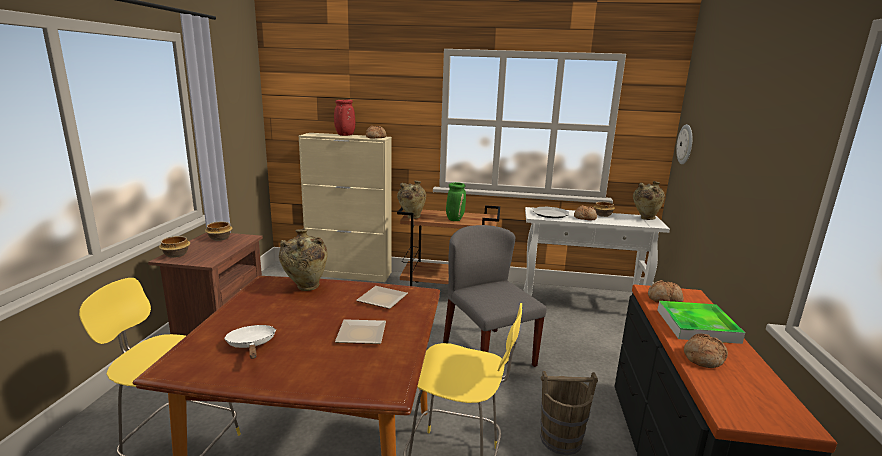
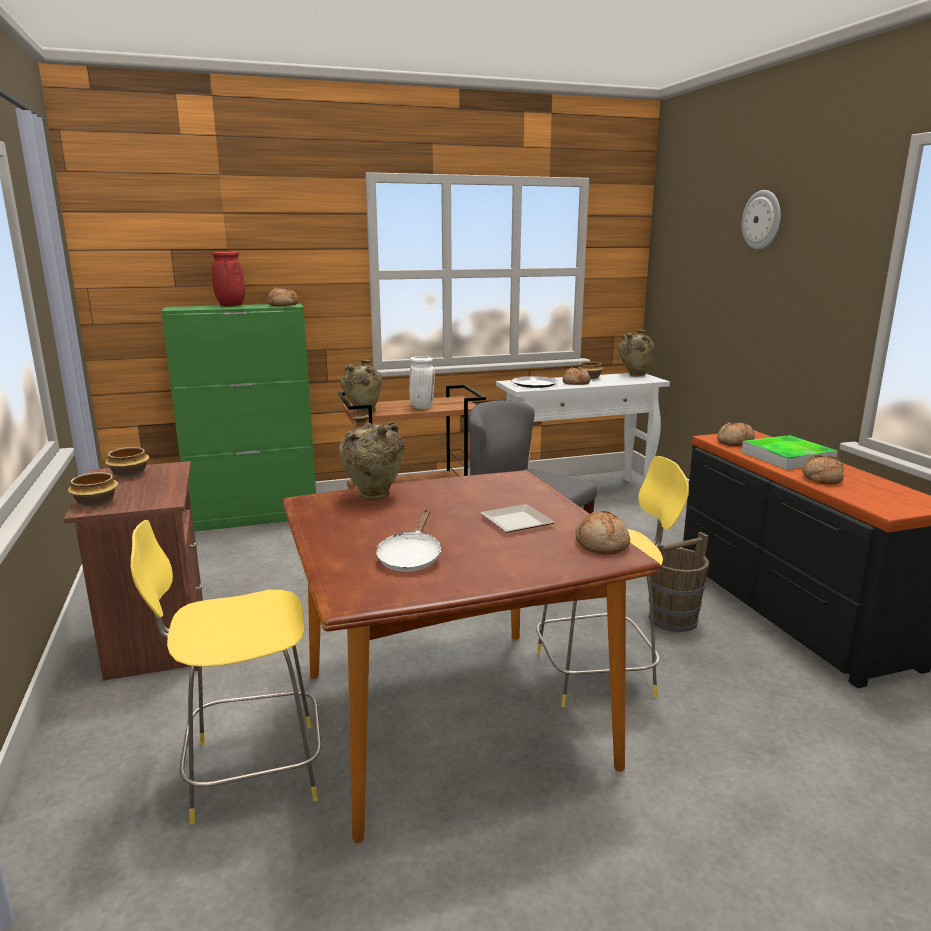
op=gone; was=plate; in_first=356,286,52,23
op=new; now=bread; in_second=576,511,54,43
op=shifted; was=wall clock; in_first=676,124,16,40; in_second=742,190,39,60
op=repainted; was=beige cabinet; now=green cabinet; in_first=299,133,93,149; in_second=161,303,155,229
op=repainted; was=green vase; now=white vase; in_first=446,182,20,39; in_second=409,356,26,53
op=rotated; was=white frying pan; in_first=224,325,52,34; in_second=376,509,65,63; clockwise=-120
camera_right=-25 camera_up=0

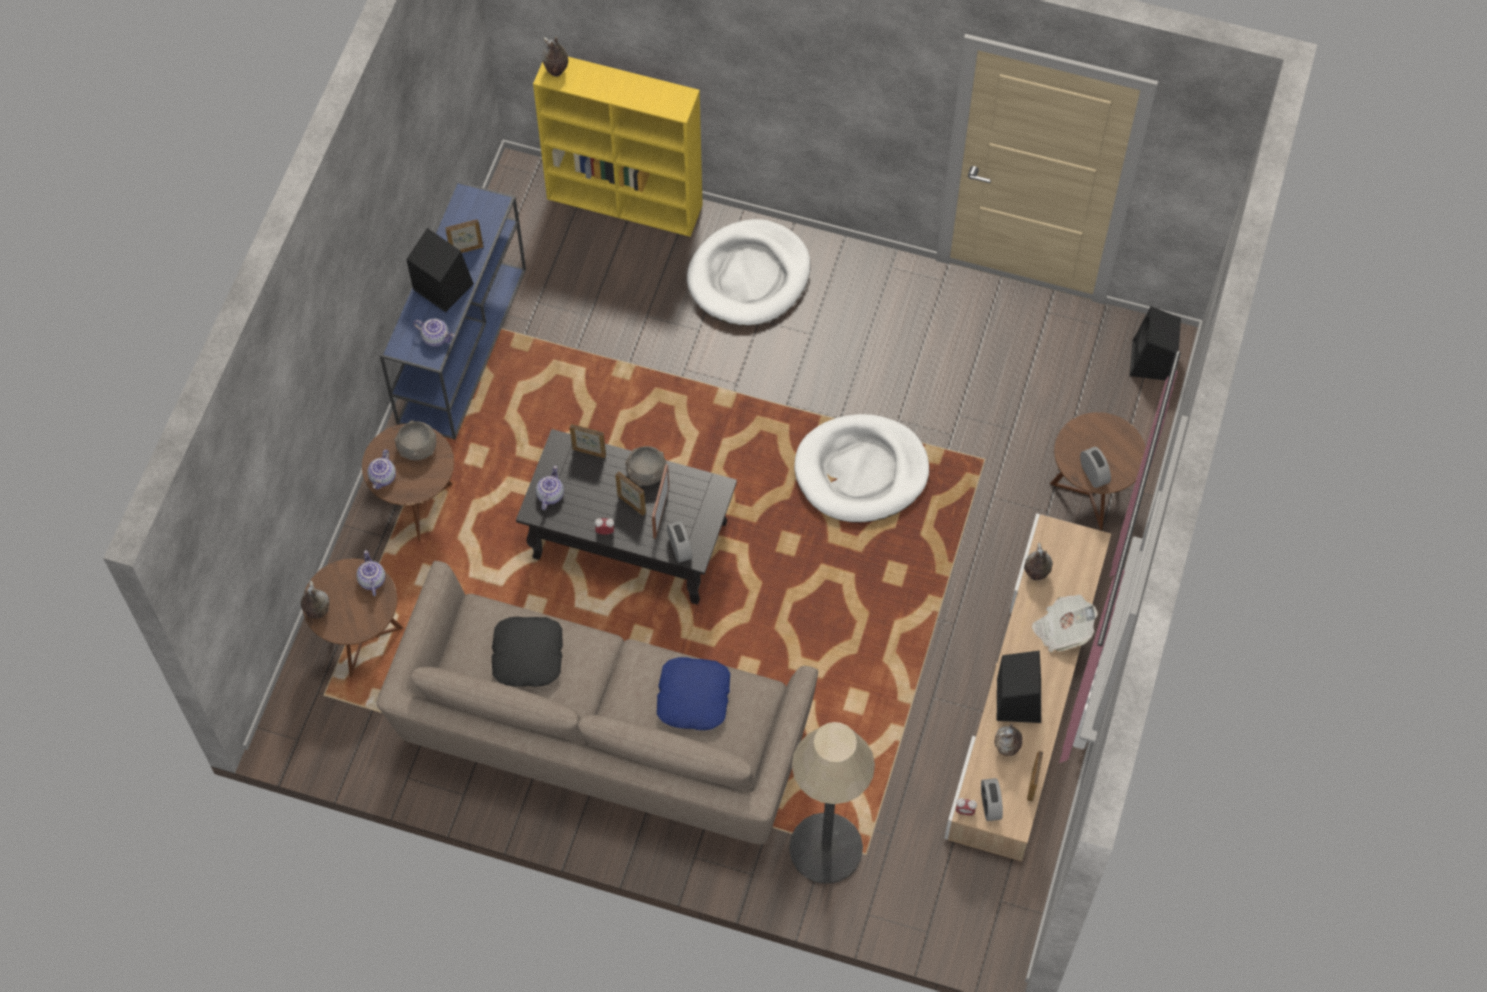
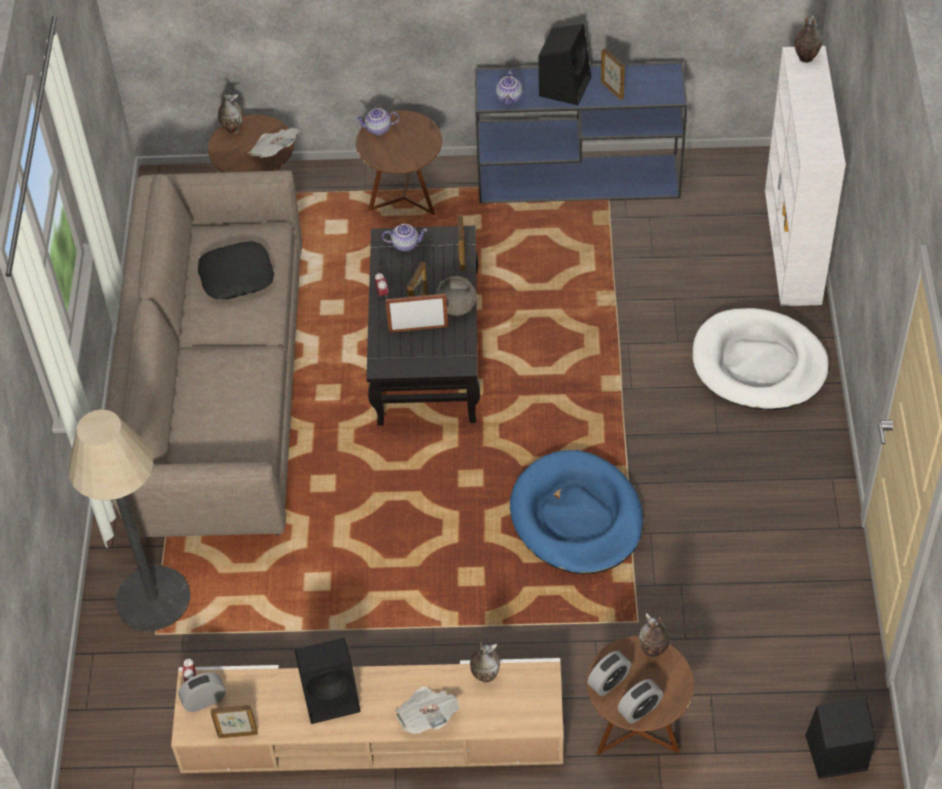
op=gone; was=grey bowl; in_first=395,420,41,40
op=gone; was=blue pillow; in_first=657,657,73,73
op=shifted; was=alarm clock; in_first=667,521,25,42; in_second=618,679,45,45
op=shifted; was=vase; in_first=994,723,28,33; in_second=639,613,31,45
op=swapped; was=teapot; now=newspaper; in_first=356,550,29,46; in_second=248,128,52,29
op=repainted; was=yellow bookcase; now=white bookcase; in_first=533,57,170,180; in_second=765,46,81,260
op=repainted; was=white dog bed; now=blue dog bed; in_first=794,414,135,109; in_second=510,450,133,124
camera_right=75 camera_up=-10

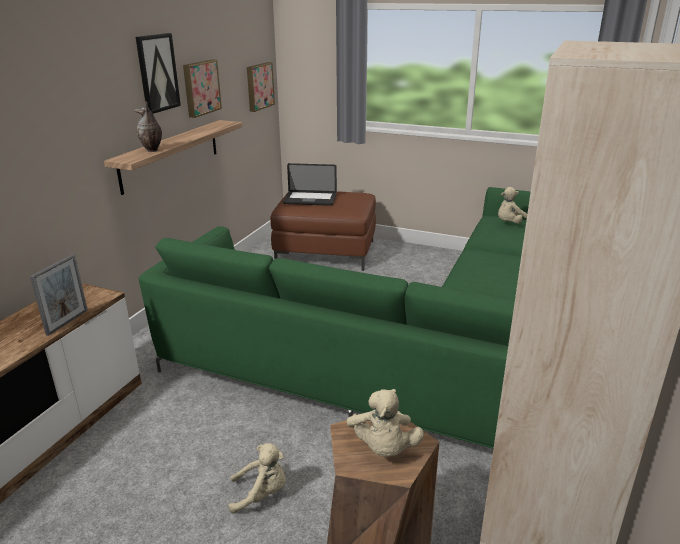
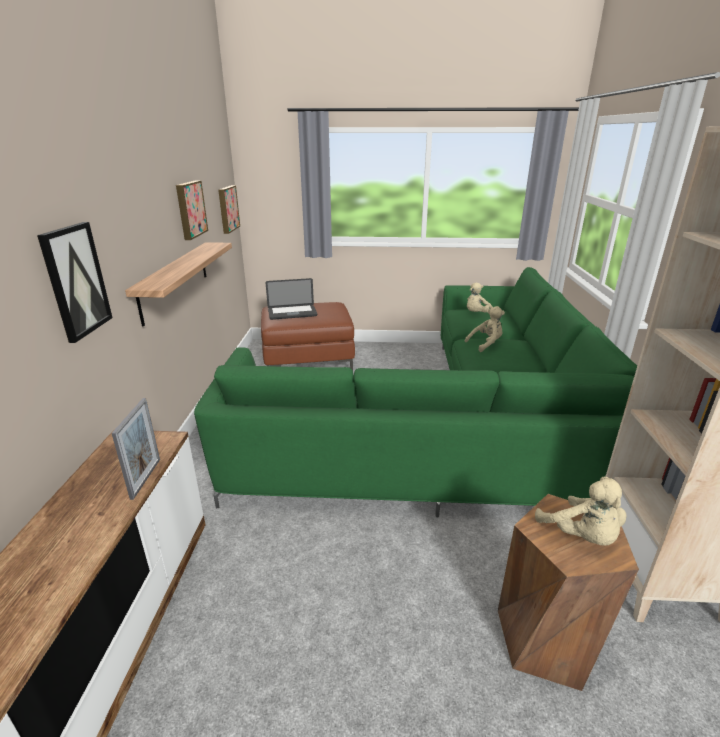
op=gone; was=vase; in_first=134,101,28,51
op=shifted; was=picture; in_first=135,33,46,81; in_second=37,222,76,121
op=shifted; was=beige plush toy; in_first=228,443,58,71; in_second=464,306,41,46
camera_right=-20 camera_up=0

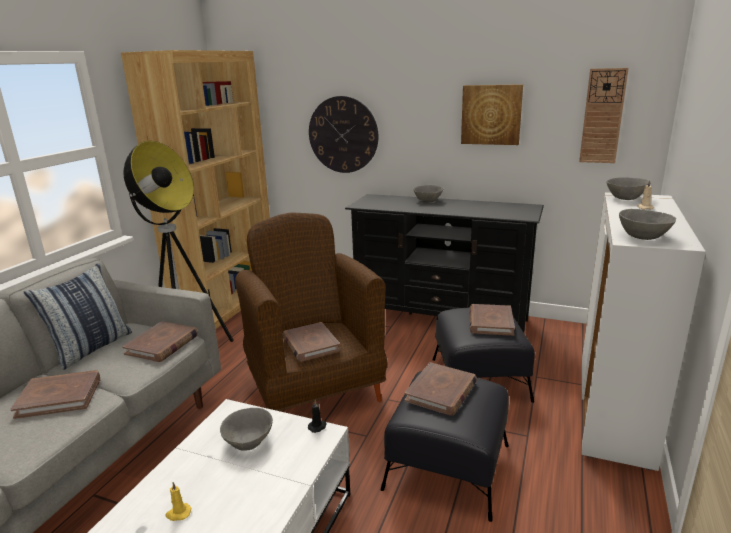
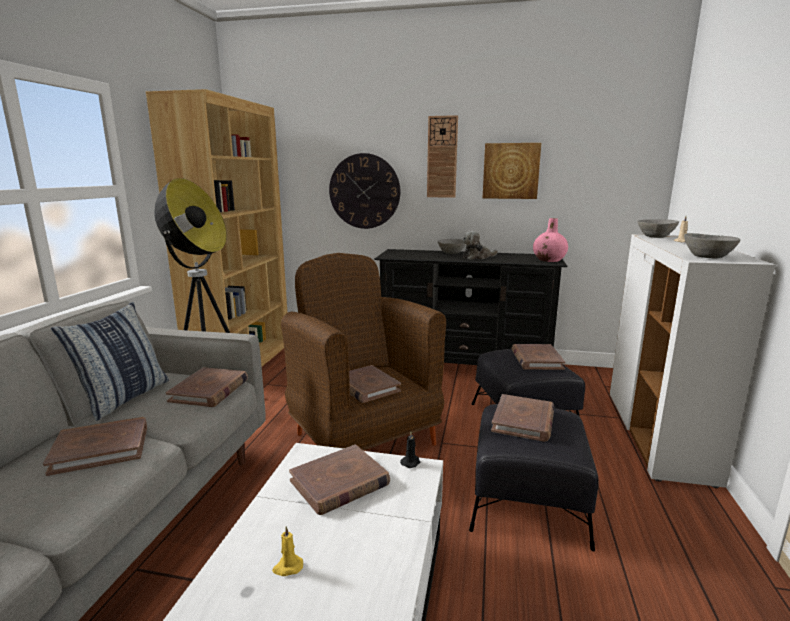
op=new; now=plush toy; in_second=463,231,35,29
op=new; now=pink vase; in_second=533,218,35,44
op=shifted; was=wall clock; in_first=579,68,50,95; in_second=427,115,31,83
op=swapped; was=grey bowl; now=brown book; in_first=220,408,53,43; in_second=289,445,101,70
camera_right=-10 camera_up=-5

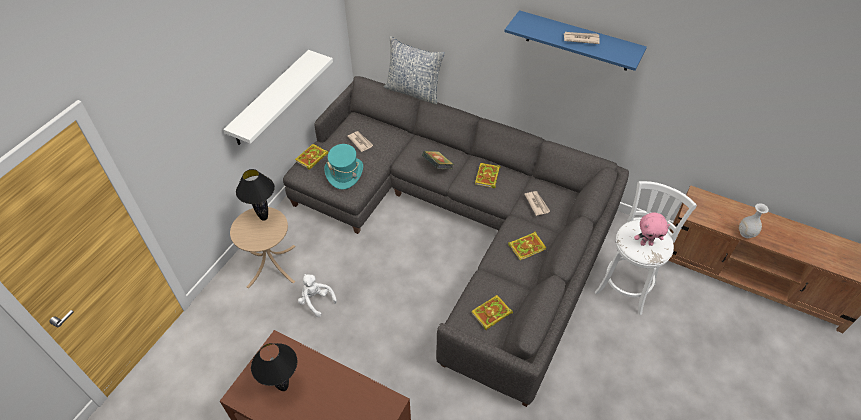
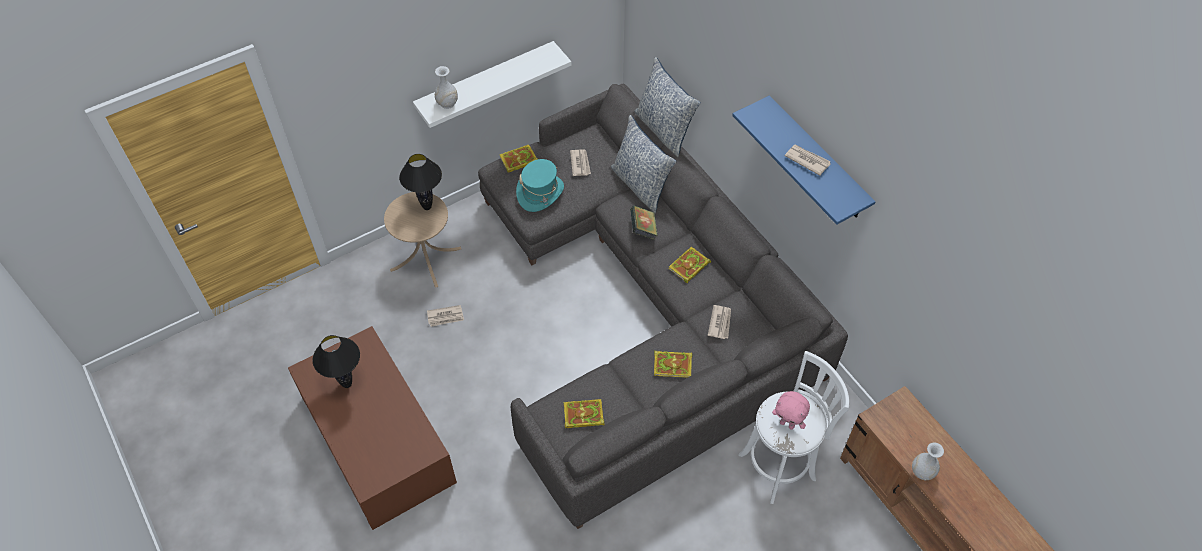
op=new; now=white vase; in_second=435,66,23,43
op=new; now=pillow; in_second=611,115,66,98
op=swapped; was=white plush toy; now=newspaper; in_first=298,274,39,43; in_second=427,305,37,22
camera_right=30 camera_up=5

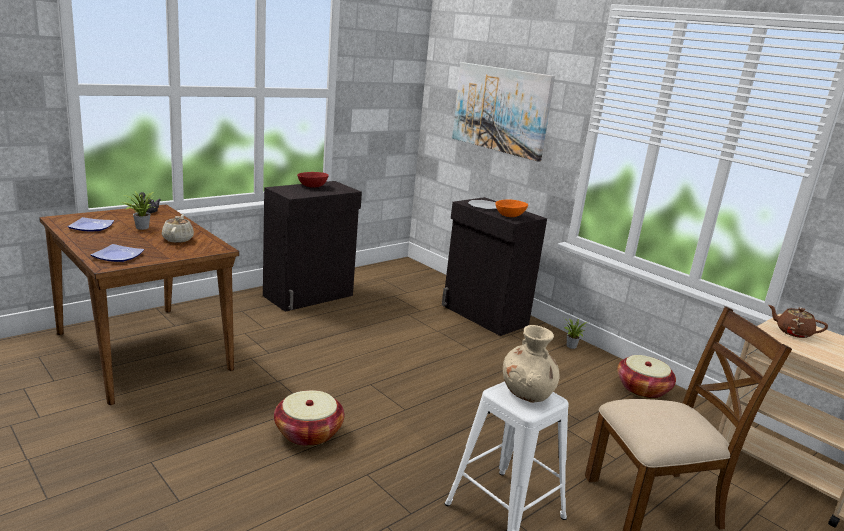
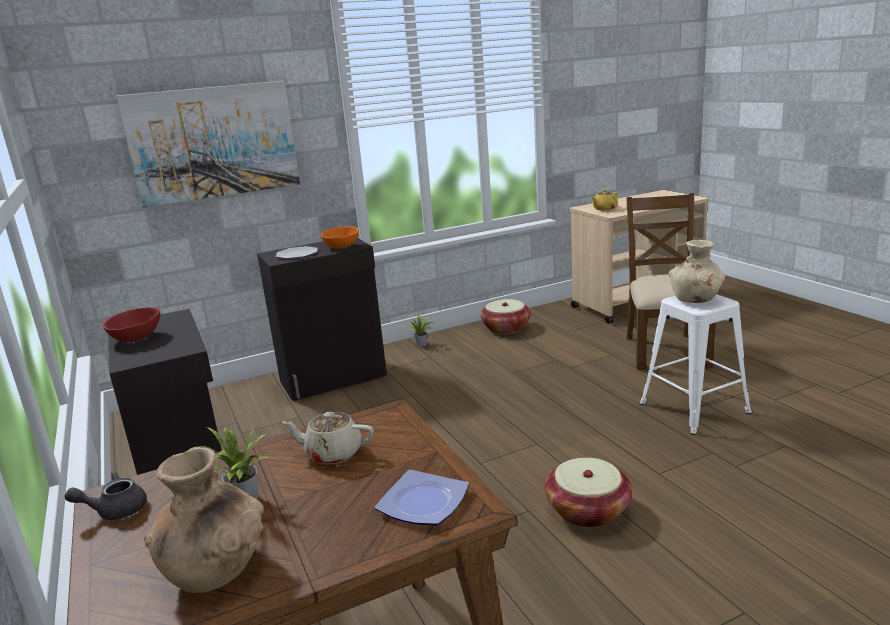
op=swapped; was=plate; now=brown vase; in_first=67,217,47,14; in_second=144,447,120,146
op=repainted; was=brown teapot; now=yellow teapot; in_first=768,305,60,33; in_second=592,189,26,21
camera_right=-70 camera_up=0

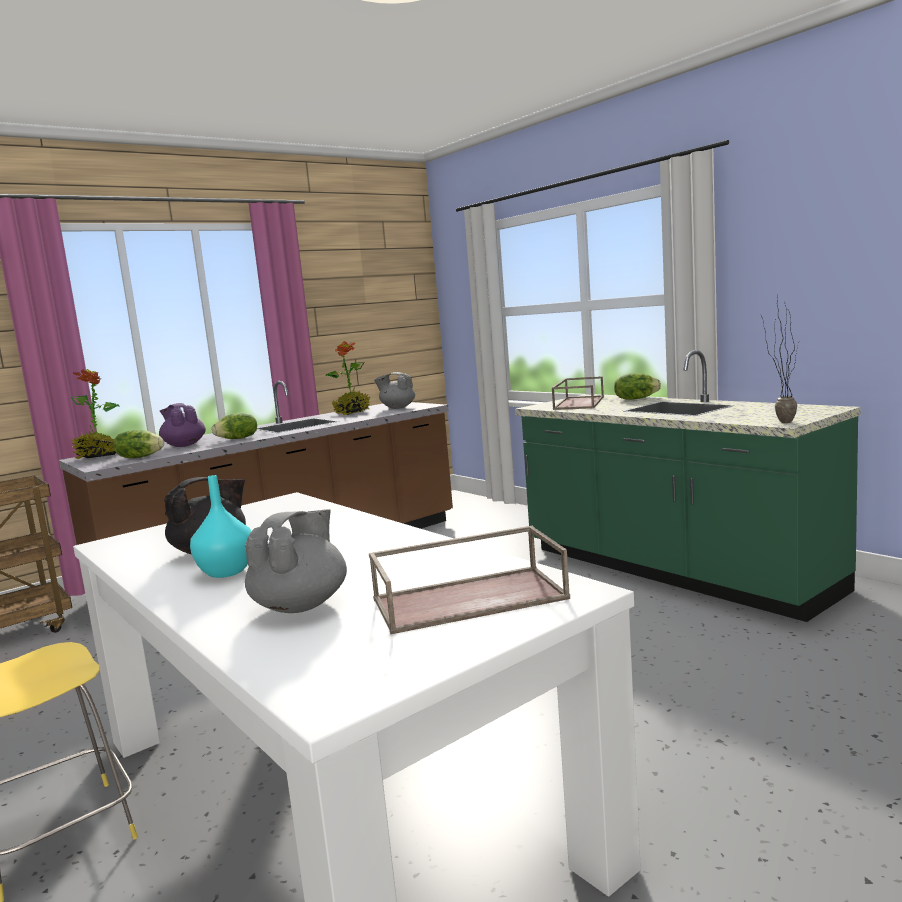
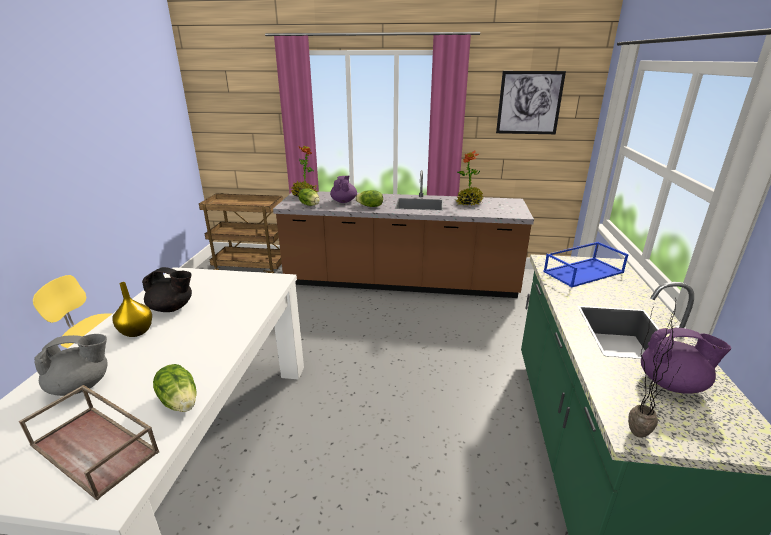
op=gone; was=grey teapot; in_first=374,372,41,37
op=new; now=picture; in_second=496,71,70,63
op=new; now=purple teapot; in_second=641,328,90,66
op=shifted; was=lettuce; in_first=614,373,47,27; in_second=153,364,44,48
op=repainted; was=turquoise vase; now=yellow vase; in_first=190,475,61,103; in_second=112,282,40,55
op=repainted; was=brown tray; now=blue tray; in_first=552,376,52,34; in_second=543,242,86,45
camera_right=45 camera_up=15

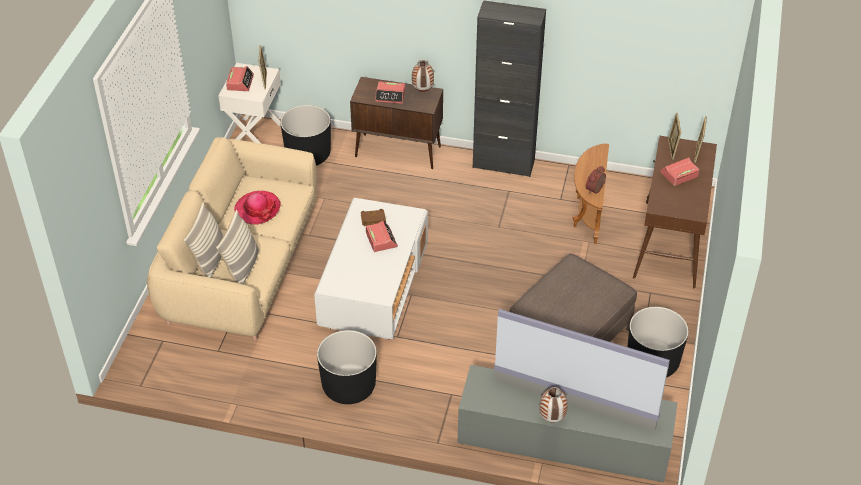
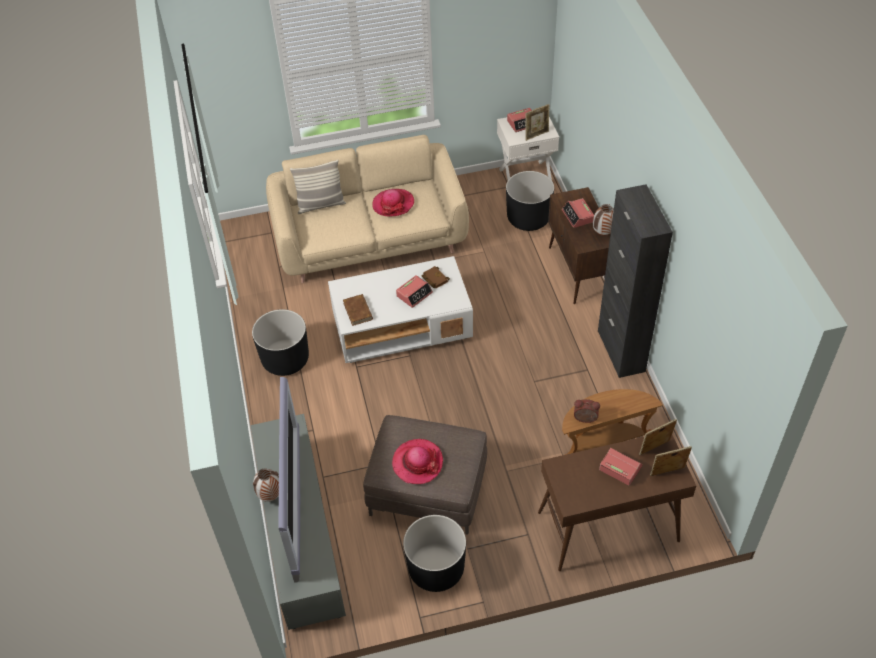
op=gone; was=pillow; in_first=216,210,43,74
op=new; now=brown book; in_second=343,294,30,32
op=new; now=hat; in_second=392,439,51,45
camera_right=65 camera_up=5

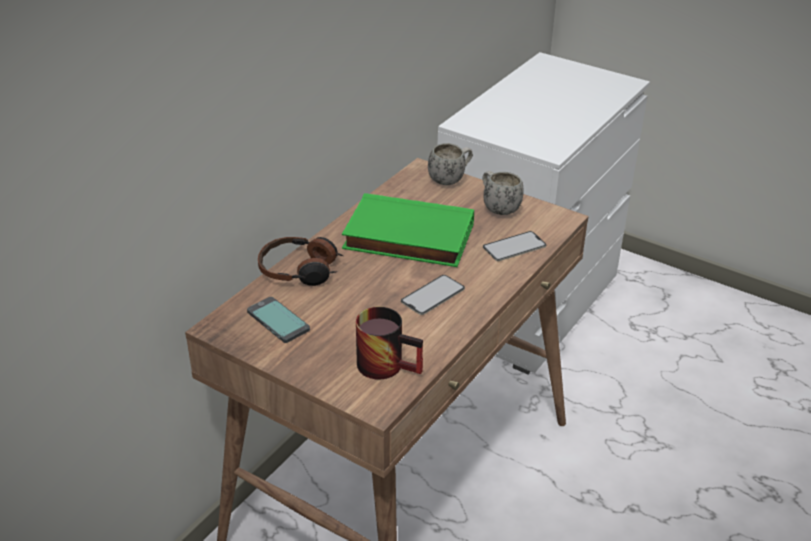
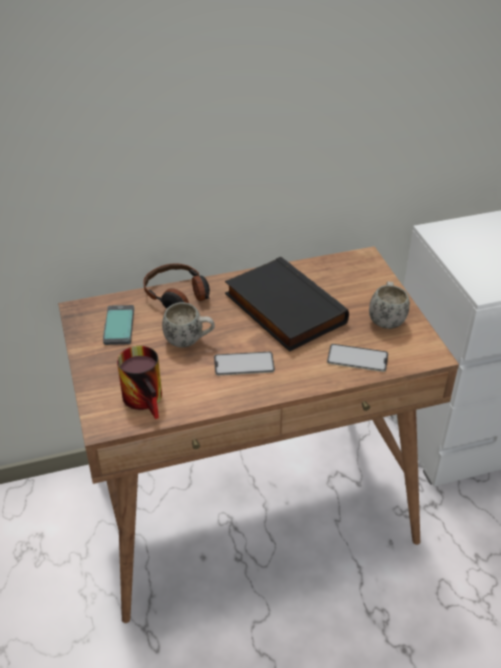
op=shifted; was=white mug; in_first=428,143,45,42; in_second=162,302,53,46
op=repainted; was=green book; now=black book; in_first=342,193,132,74; in_second=225,257,124,95
camera_right=40 camera_up=5

